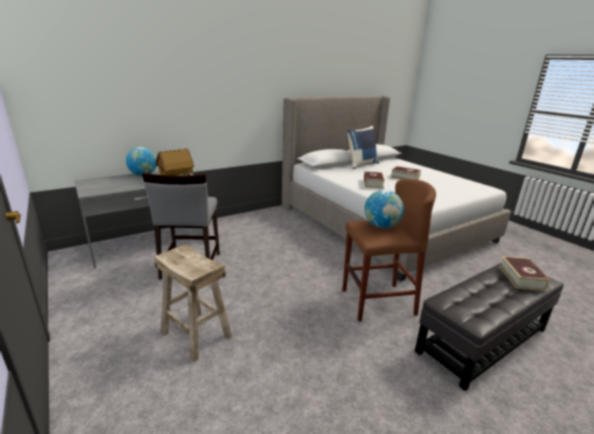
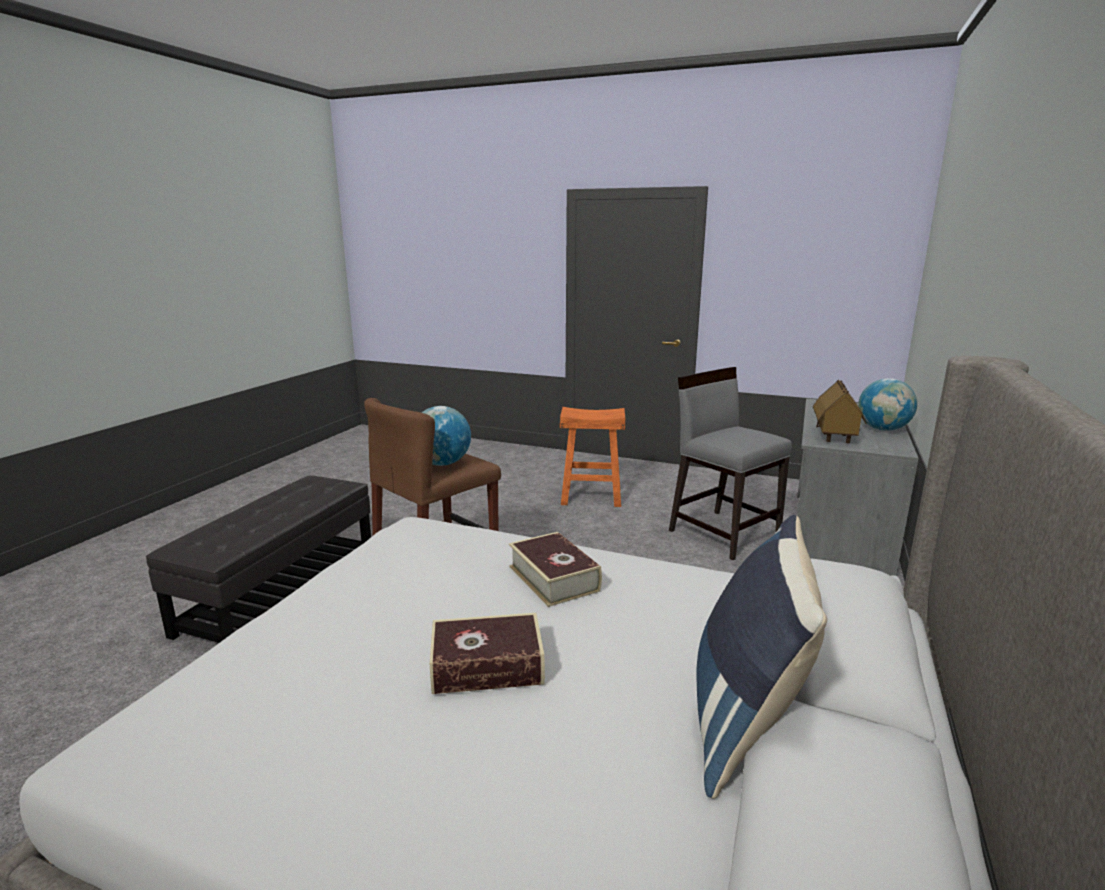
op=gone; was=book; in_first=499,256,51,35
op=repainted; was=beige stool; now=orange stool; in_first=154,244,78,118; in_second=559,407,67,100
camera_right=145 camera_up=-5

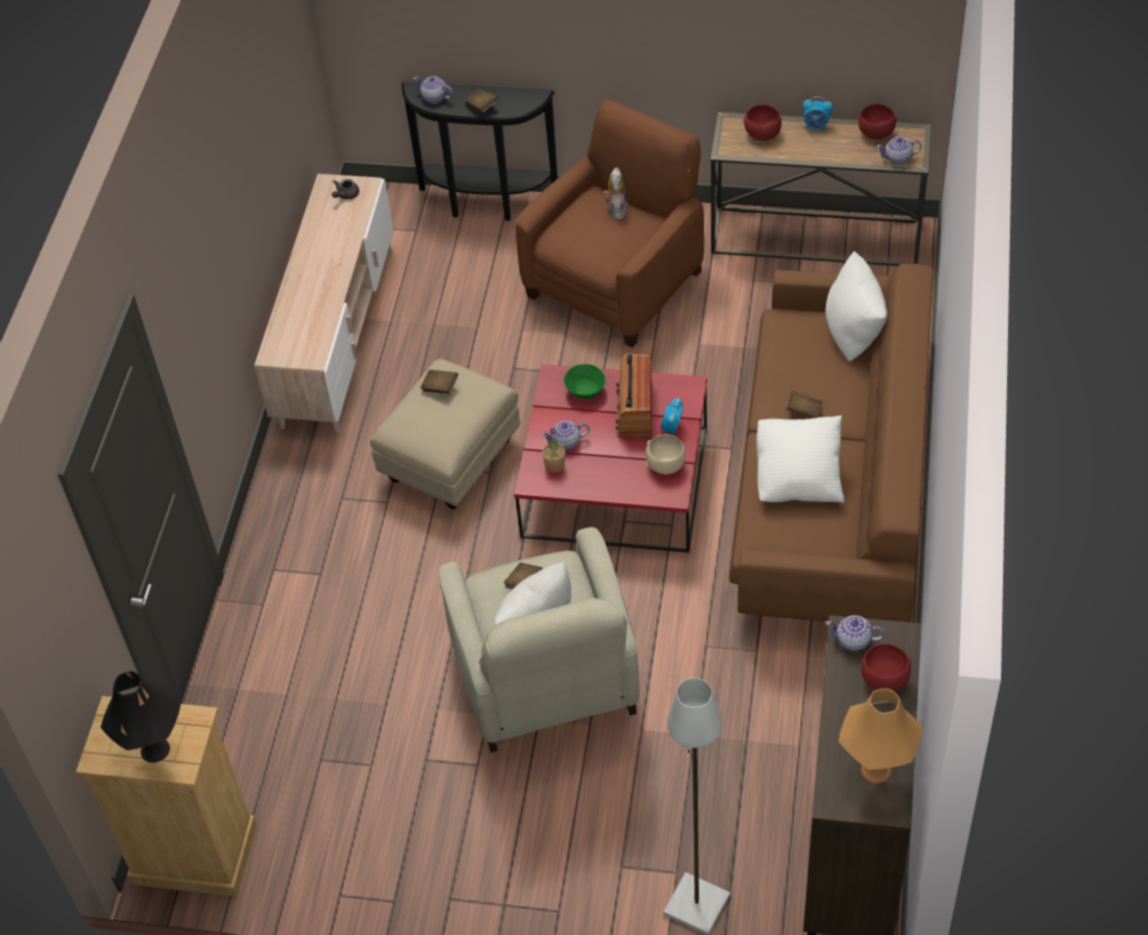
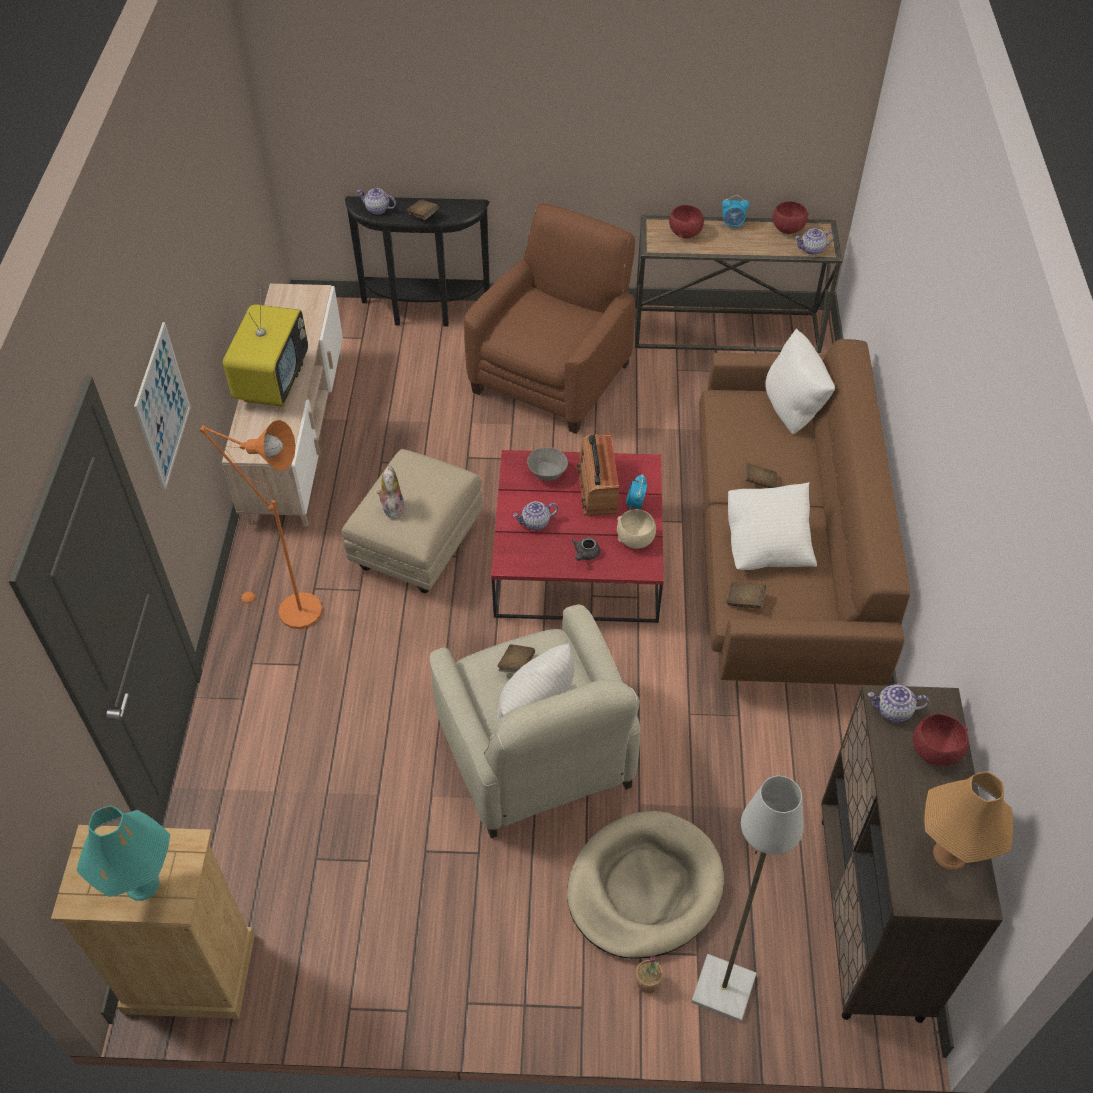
op=new; now=picture; in_second=134,322,57,168
op=new; now=orange floor lamp; in_second=200,420,122,209
op=new; now=television; in_second=223,289,85,118
op=new; now=beige dog bed; in_second=567,811,157,148
op=shifted; was=grey teapot; in_first=332,179,27,20; in_second=572,537,28,24
op=shifted; was=brown book; in_first=420,370,38,24; in_second=726,582,40,27
op=shifted; was=potted plant; in_first=542,428,23,45; in_second=636,955,27,38
op=shifted; was=plush toy; in_first=604,167,25,53; in_second=377,465,28,54
op=repainted; was=black table lamp; now=turquoise table lamp; in_first=101,671,80,92; in_second=77,806,93,95
op=repainted; was=green bowl; now=grey bowl; in_first=564,364,42,35; in_second=527,447,41,34
camera_right=-10 camera_up=0

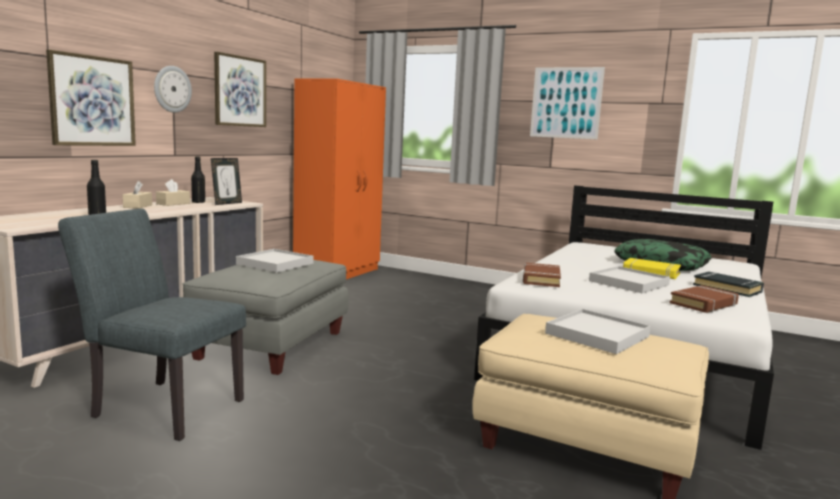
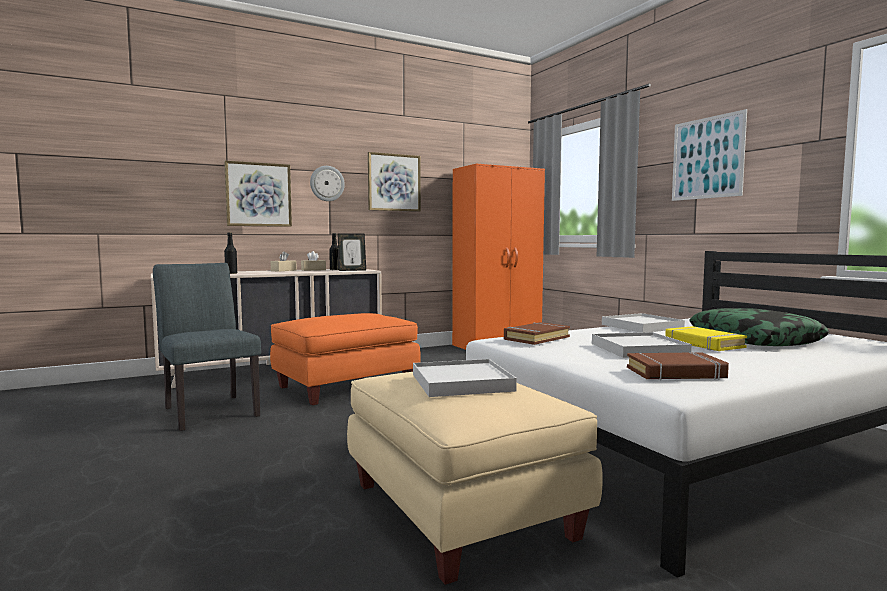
op=gone; was=black book; in_first=693,272,71,25
op=shifted; was=white tray; in_first=236,249,78,24; in_second=602,313,83,19
op=repainted; was=grey ottoman; now=orange ottoman; in_first=183,260,166,115; in_second=270,313,151,92
camera_right=35 camera_up=-5

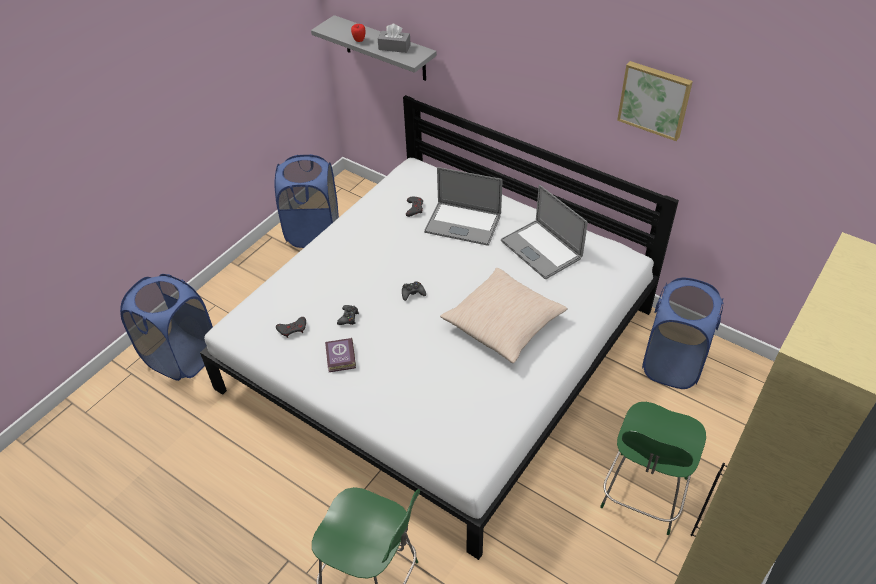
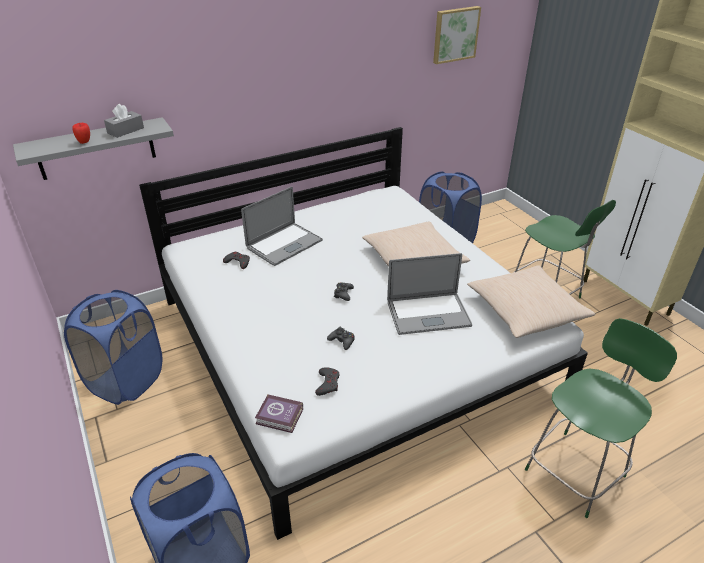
op=new; now=beige pillow; in_second=467,265,129,73
op=shifted; was=book; in_first=325,337,31,35; in_second=255,394,48,39
op=shifted; was=laptop; in_first=501,185,87,94; in_second=387,253,85,82
op=shifted; was=picture; in_first=617,61,76,80; in_second=433,6,48,58
camera_right=-65 camera_up=-10

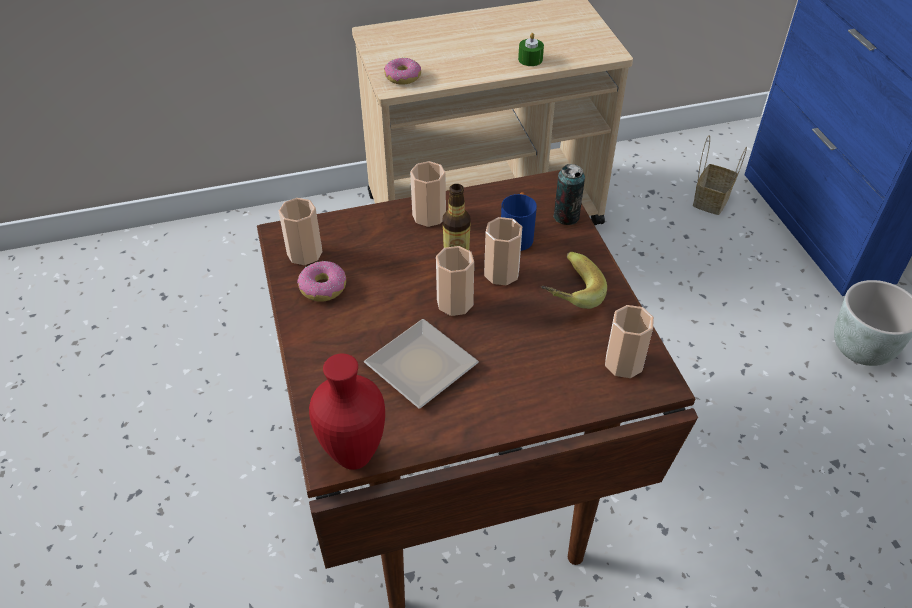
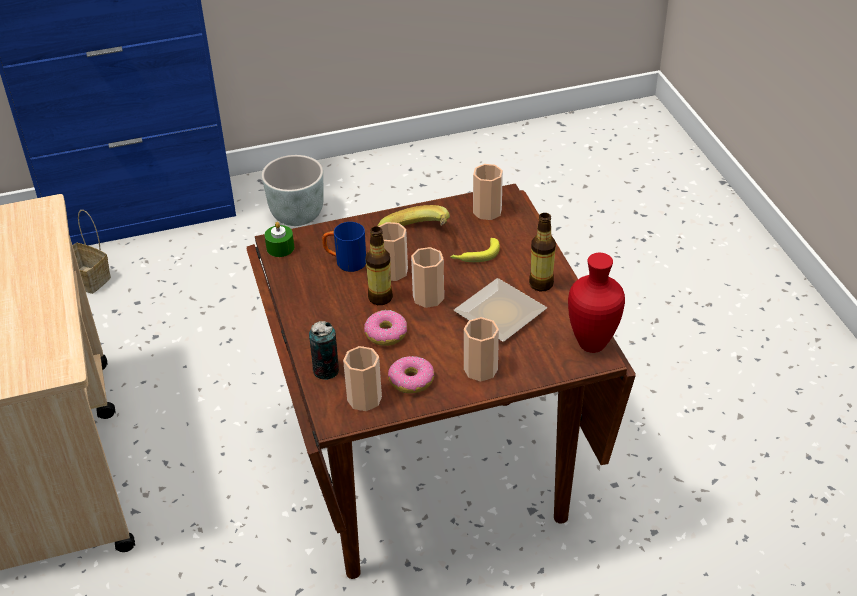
op=new; now=banana; in_second=450,238,50,24
op=new; now=bottle; in_second=529,213,27,78
op=shifted; was=donut; in_first=384,58,37,27; in_second=364,310,43,36
op=shifted; was=cup; in_first=410,161,36,66; in_second=464,317,35,64
op=shifted; was=green candle; in_first=518,33,26,33; in_second=265,222,29,35
op=shifted; was=can; in_first=553,164,32,61; in_second=309,321,30,59
camera_right=-90 camera_up=-5

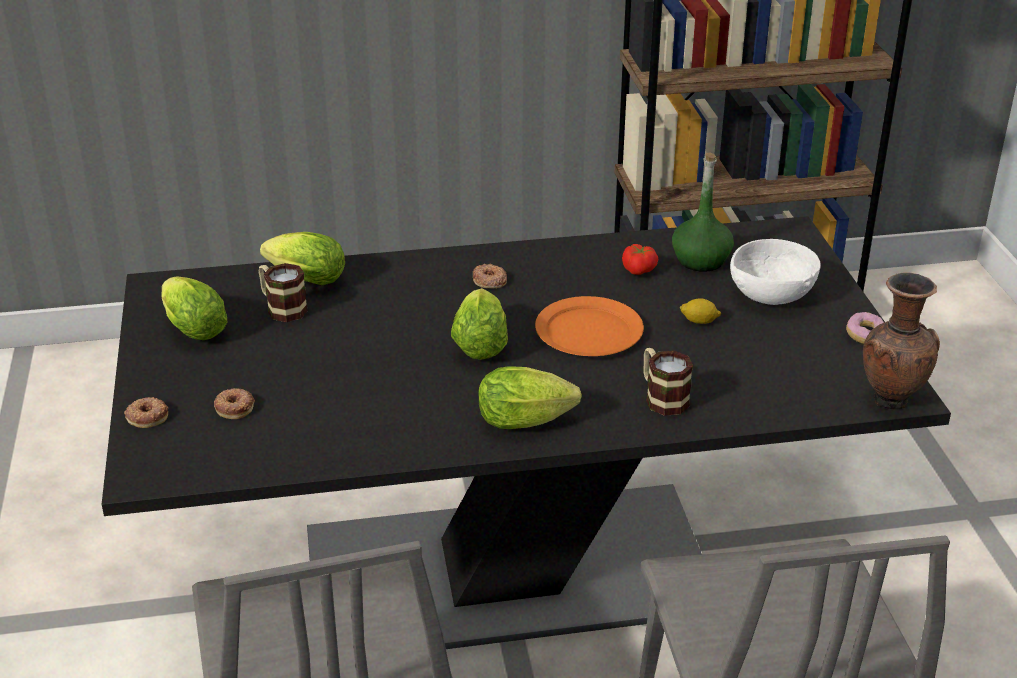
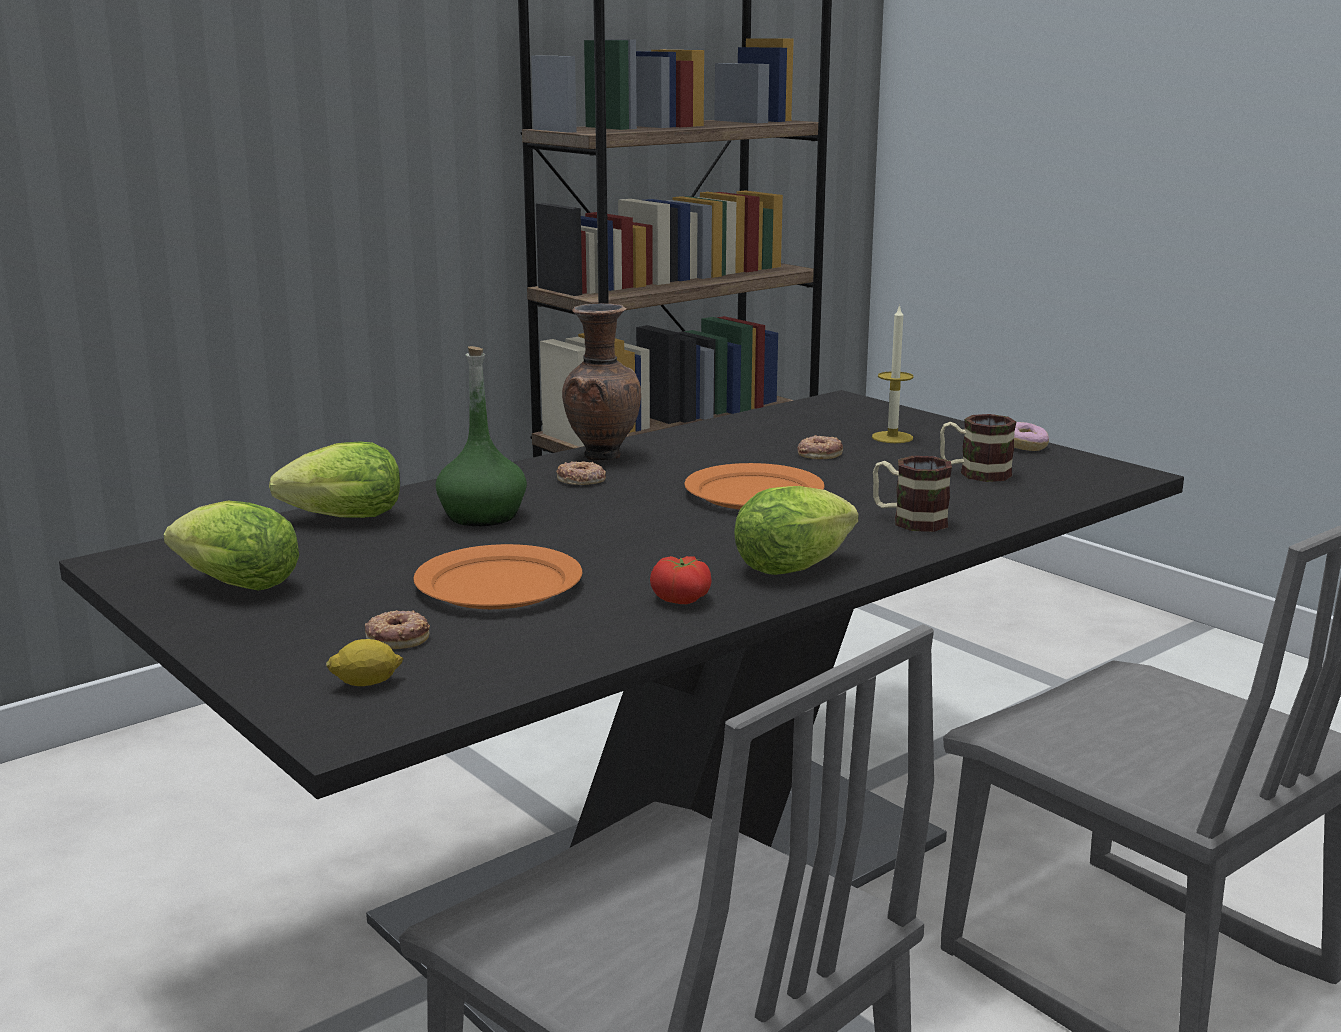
op=gone; was=lettuce; in_first=451,288,57,72
op=new; now=orange plate; in_second=413,544,170,65
op=shifted; was=donut; in_first=124,397,44,31; in_second=797,435,46,24
op=shifted; was=mug; in_first=258,263,50,59; in_second=940,414,76,68
op=shifted; was=tomato; in_first=622,244,36,31; in_second=650,556,62,48
op=shifted; was=green bottle; in_first=672,153,62,119; in_second=436,346,91,180
op=shifted; was=lemon; in_first=680,298,42,26; in_second=326,639,77,47
op=shifted; was=brown vase; in_first=863,272,77,137; in_second=562,303,79,158
op=swapped; was=white bowl; now=candle; in_first=730,239,90,66; in_second=872,304,42,139
camera_right=-30 camera_up=-15

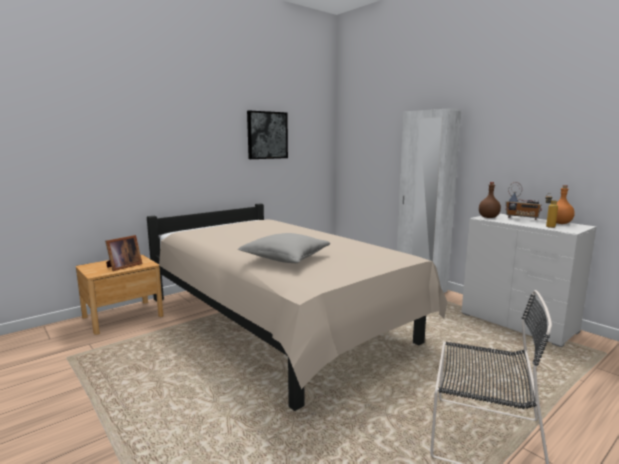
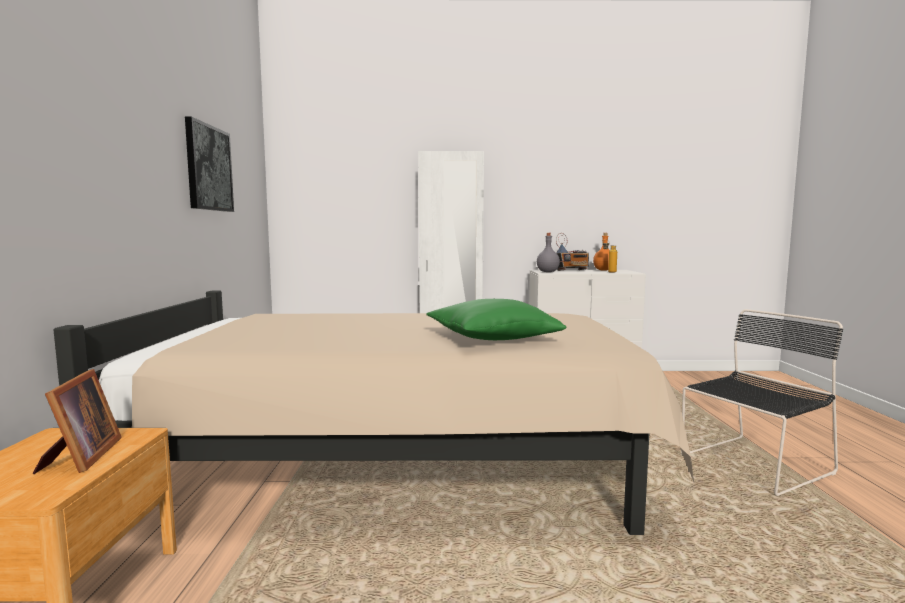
op=repainted; was=grey pillow; now=green pillow; in_first=238,233,92,30; in_second=426,299,141,41
op=repainted; was=brown bottle; now=grey bottle; in_first=479,182,22,36; in_second=537,233,23,39
camera_right=-50 camera_up=-5

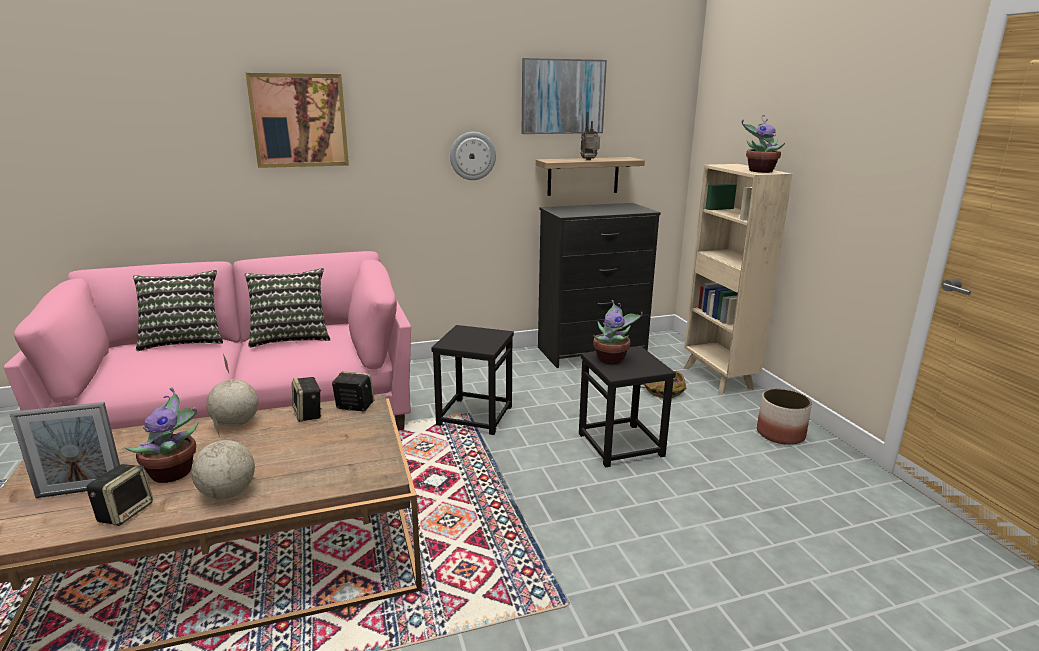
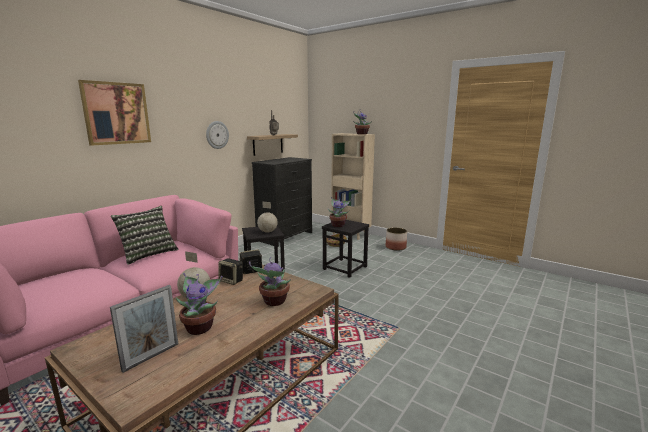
op=gone; was=speaker; in_first=86,464,67,62
op=gone; was=pillow; in_first=133,270,90,81
op=gone; was=picture; in_first=522,58,85,76
op=new; now=potted plant; in_second=249,257,42,49
op=shifted; was=globe; in_first=192,413,63,86; in_second=257,202,21,31
camera_right=-35 camera_up=-5

